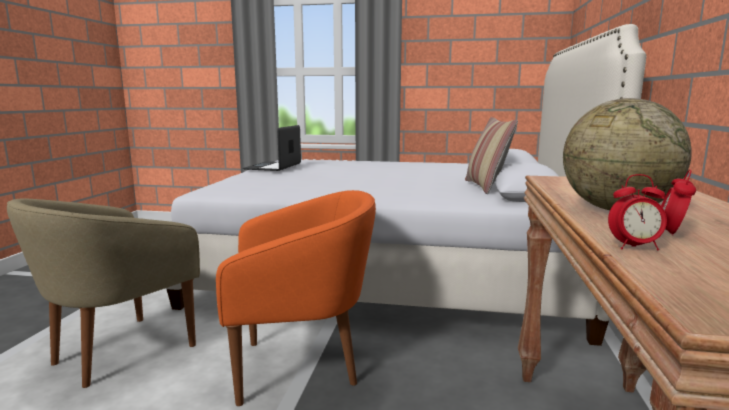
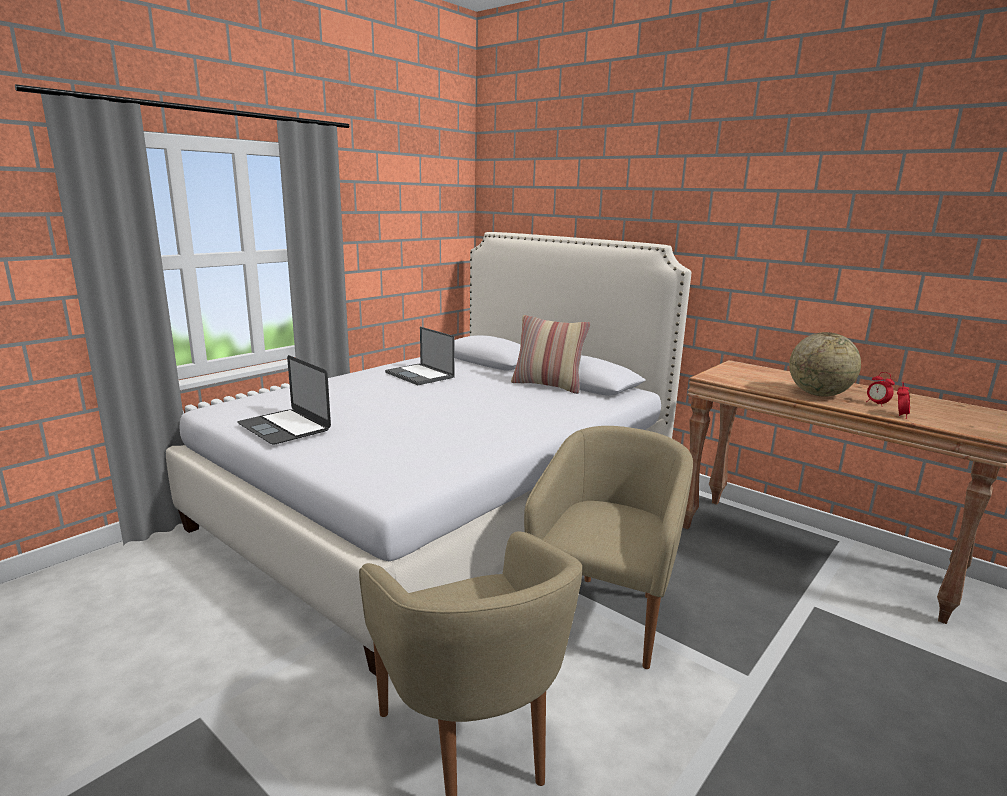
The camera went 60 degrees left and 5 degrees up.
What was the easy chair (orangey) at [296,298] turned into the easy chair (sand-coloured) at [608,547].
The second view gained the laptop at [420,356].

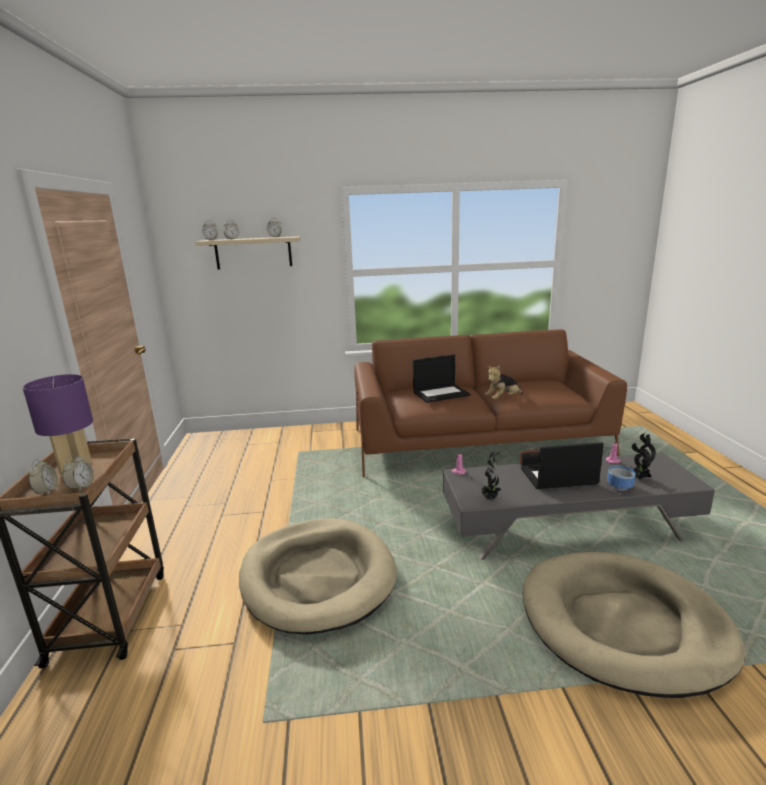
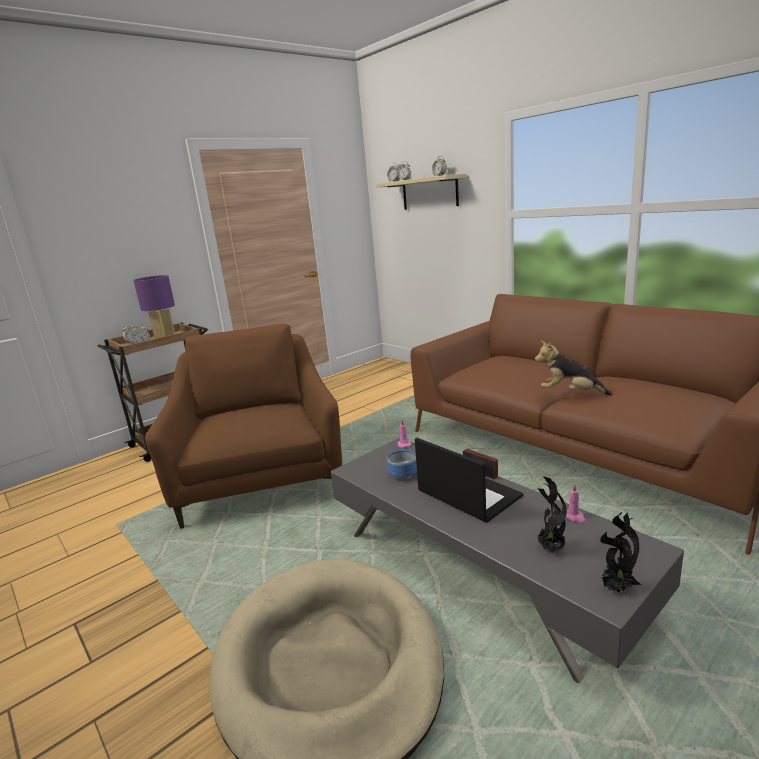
The camera went 55 degrees right and 0 degrees up.
Where the dog bed (sand-coloured) stood at [318,576], the easy chair (brown) came to stand at [243,426].
The second view lost the laptop at [441,378].
The houseplant ended up elsewhere, having gone from [491,476] to [620,552].
The deep dish ended up elsewhere, having gone from [621,478] to [402,465].

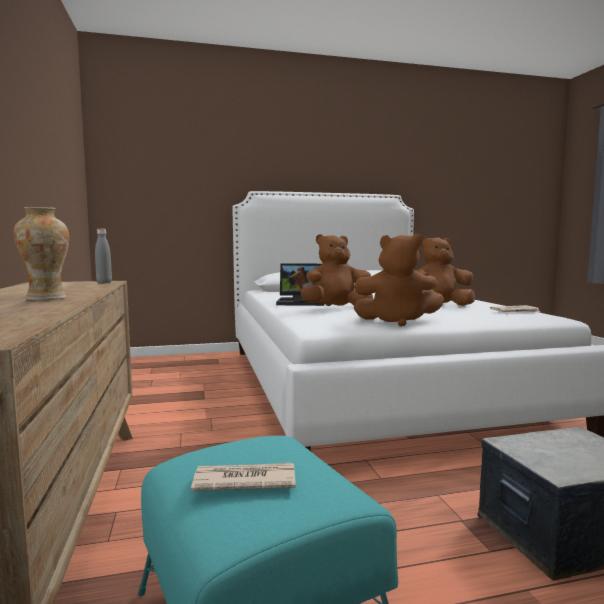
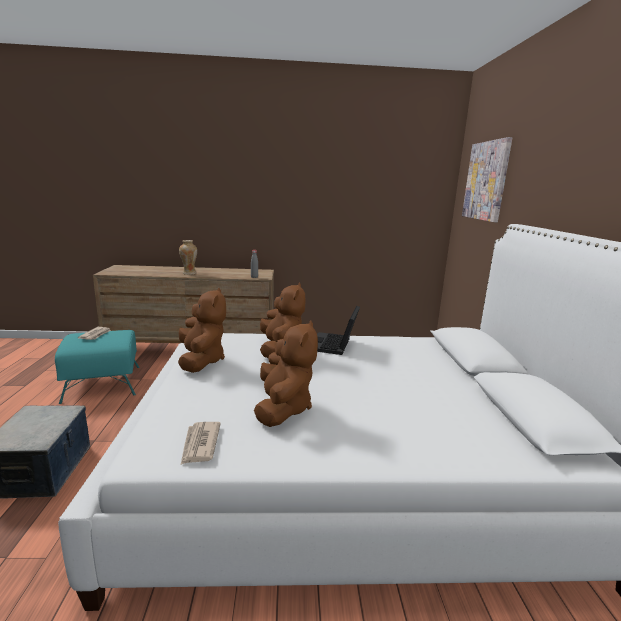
The camera went 100 degrees right and 10 degrees up.
The cuddly toy (brown) at [399,279] ended up facing another way, 150 degrees clockwise from before.
The second view gained the picture at [487,179].

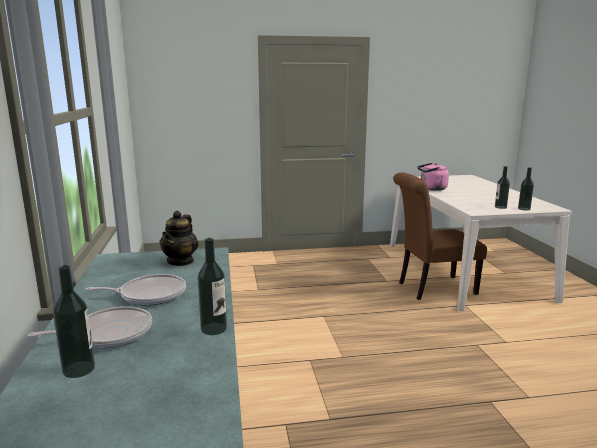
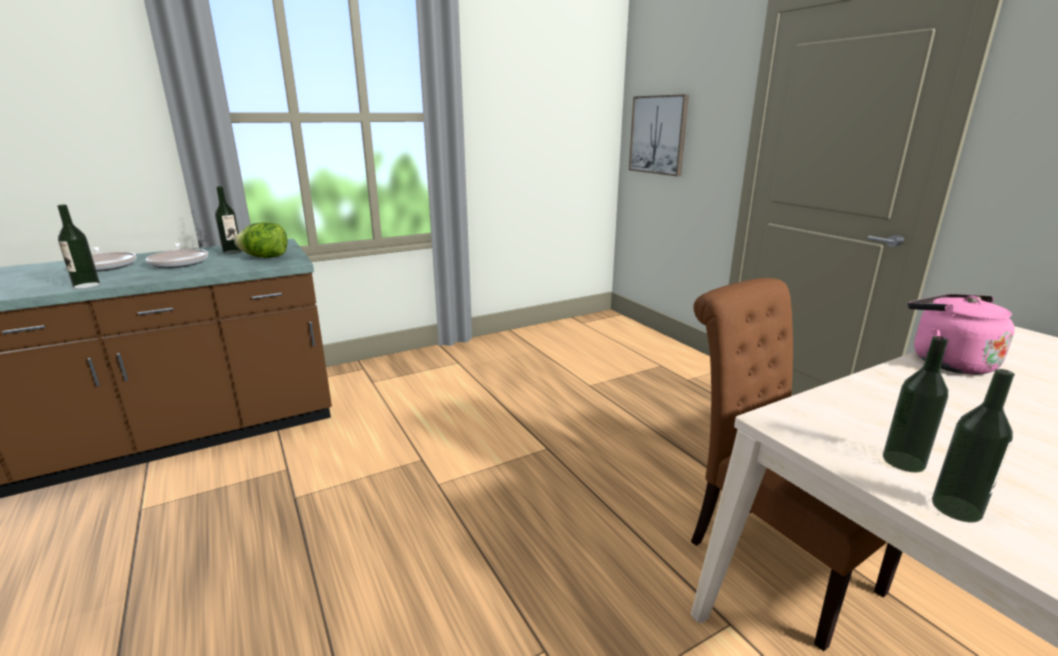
The camera went 70 degrees right and 5 degrees up.
The beverage bottle ended up elsewhere, having gone from [74,321] to [228,220].
Where the pot for tea stood at [179,238], the head of lettuce came to stand at [260,240].
The second view gained the picture at [659,135].

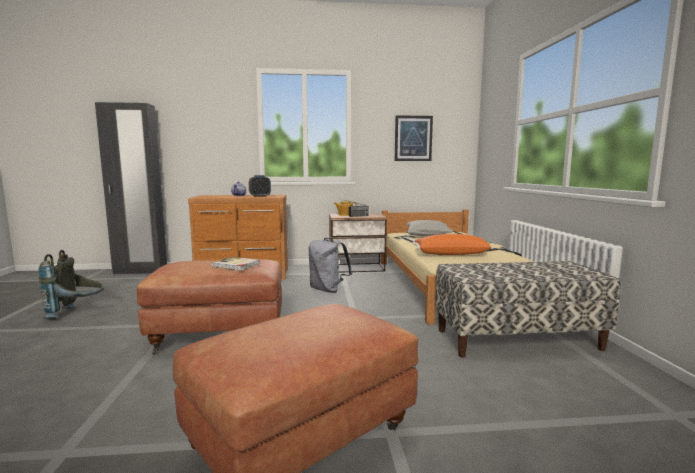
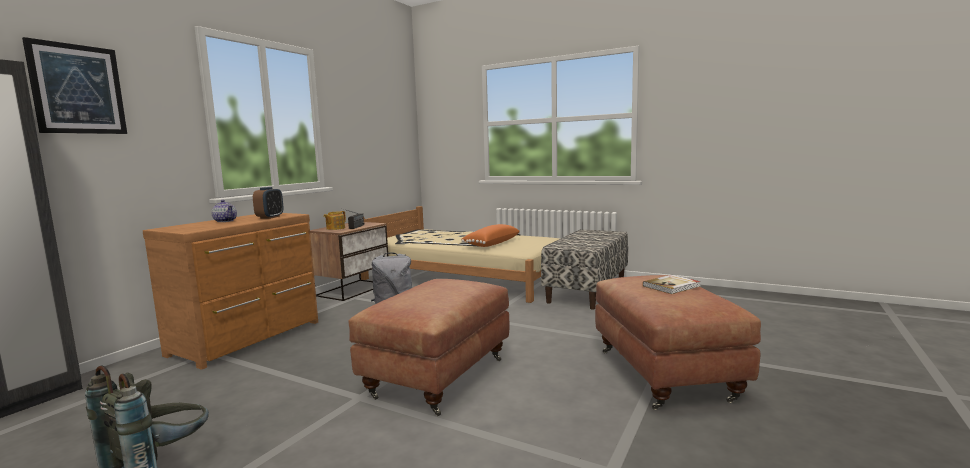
The camera went 55 degrees left and 0 degrees up.
The book ended up elsewhere, having gone from [235,263] to [671,284].
The picture ended up elsewhere, having gone from [414,138] to [74,85].
The second view lost the throw pillow (gray) at [429,228].

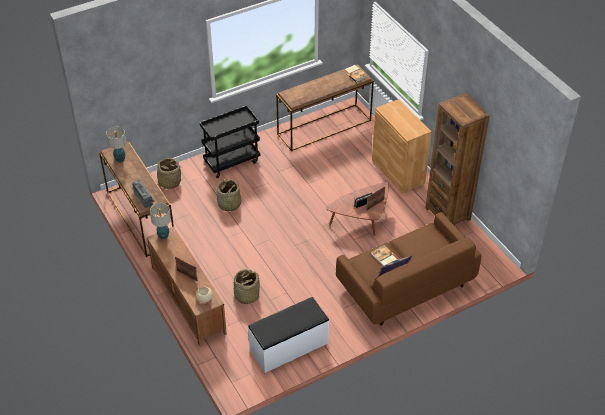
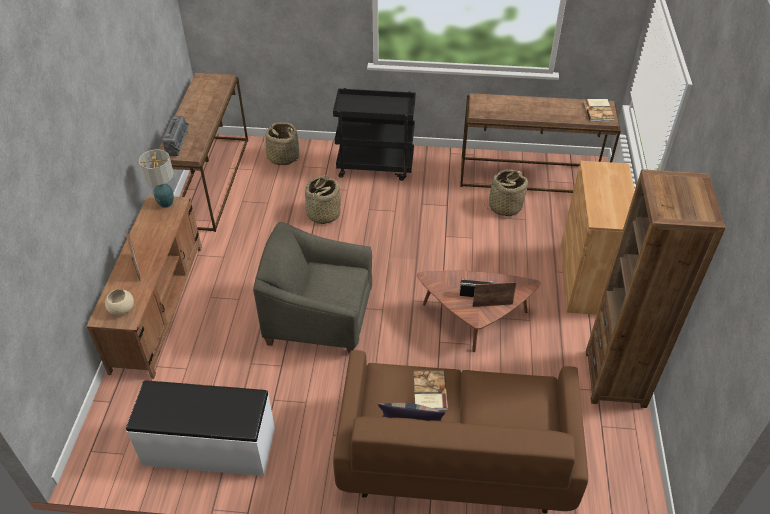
The camera went 35 degrees right and 0 degrees up.
The second view lost the tabletop lamp at [116,144].
The basket ended up elsewhere, having gone from [247,286] to [505,192].
The second view gained the easy chair (gray) at [312,287].

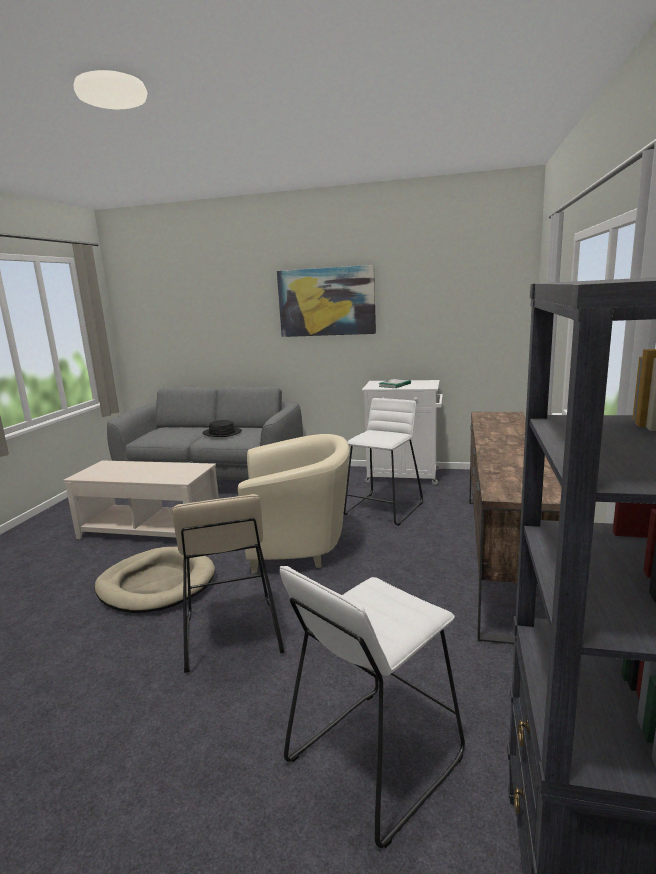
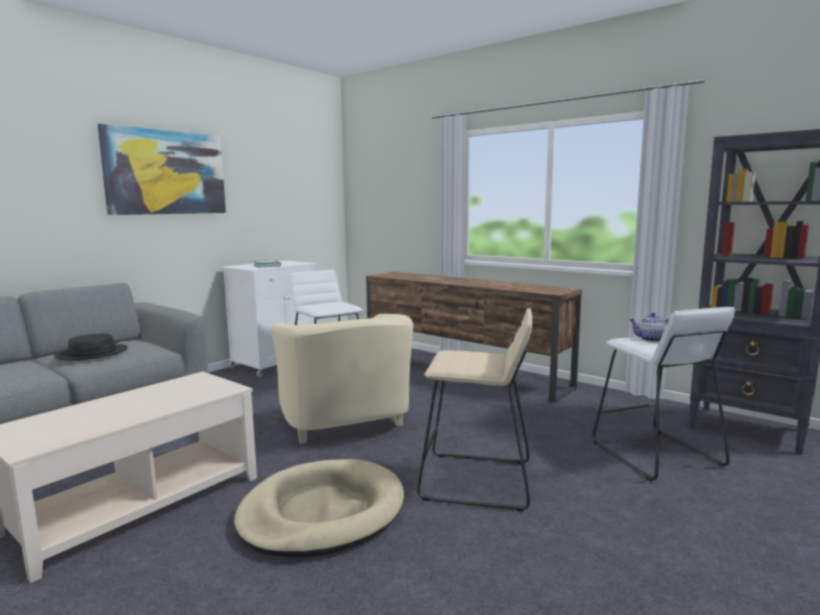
The camera went 65 degrees left and 5 degrees down.
The easy chair (sand-coloured) at [293,503] ended up facing another way, 135 degrees clockwise from before.
The second view gained the pot for tea at [650,327].

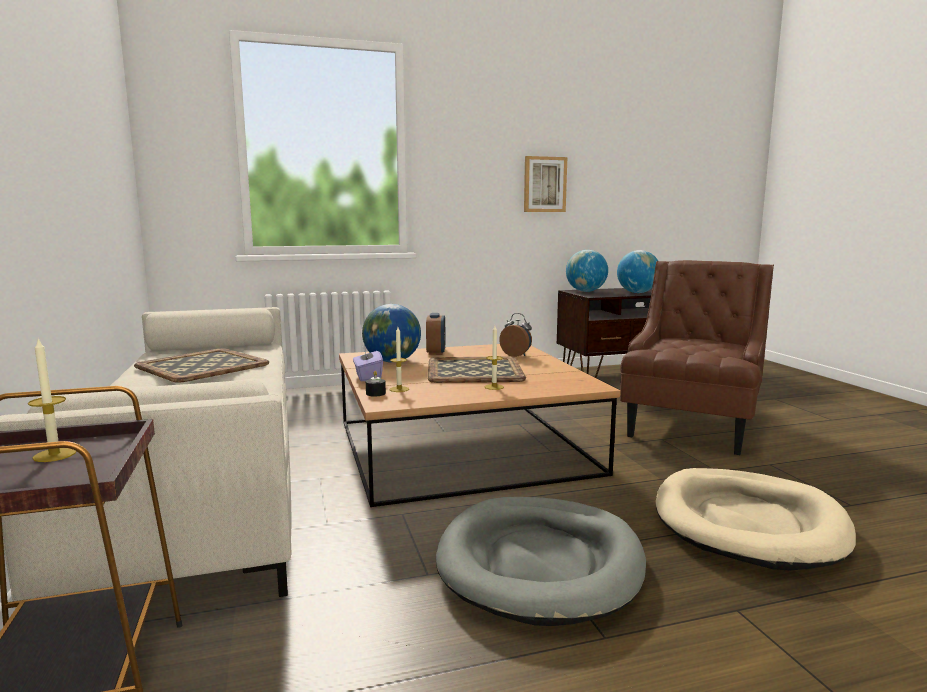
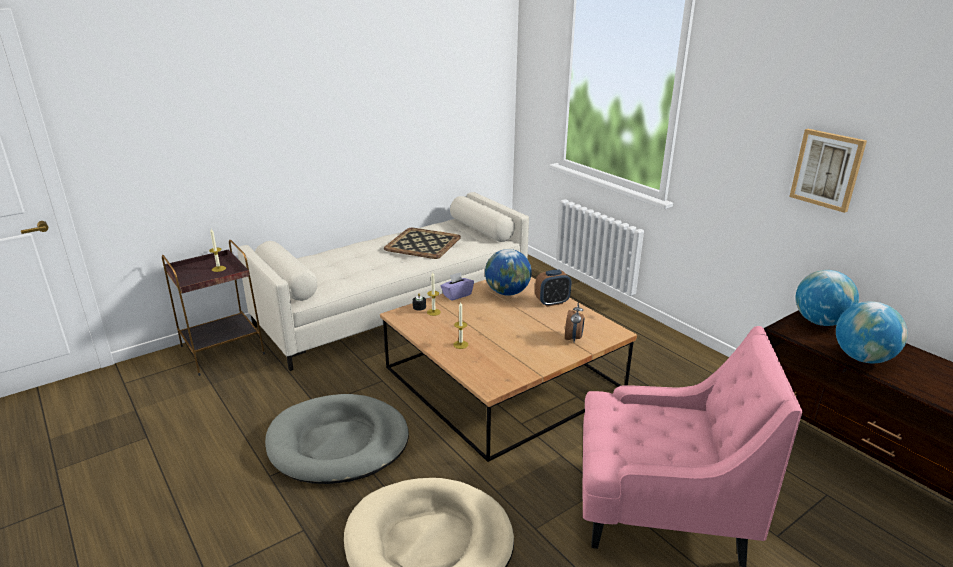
The camera went 70 degrees right and 15 degrees up.
The second view lost the carrying tray at [477,369].
What was the easy chair (brown) at [697,357] turned into the easy chair (pink-coloured) at [692,446].

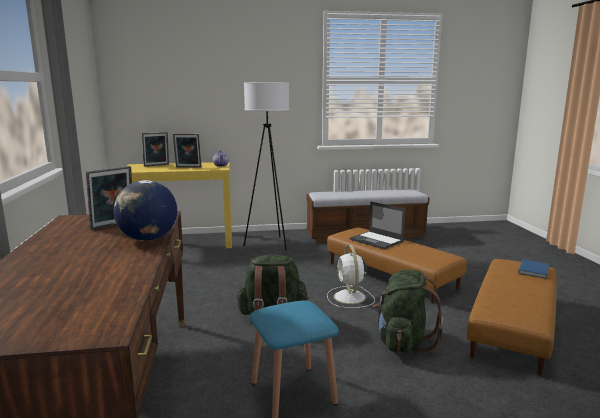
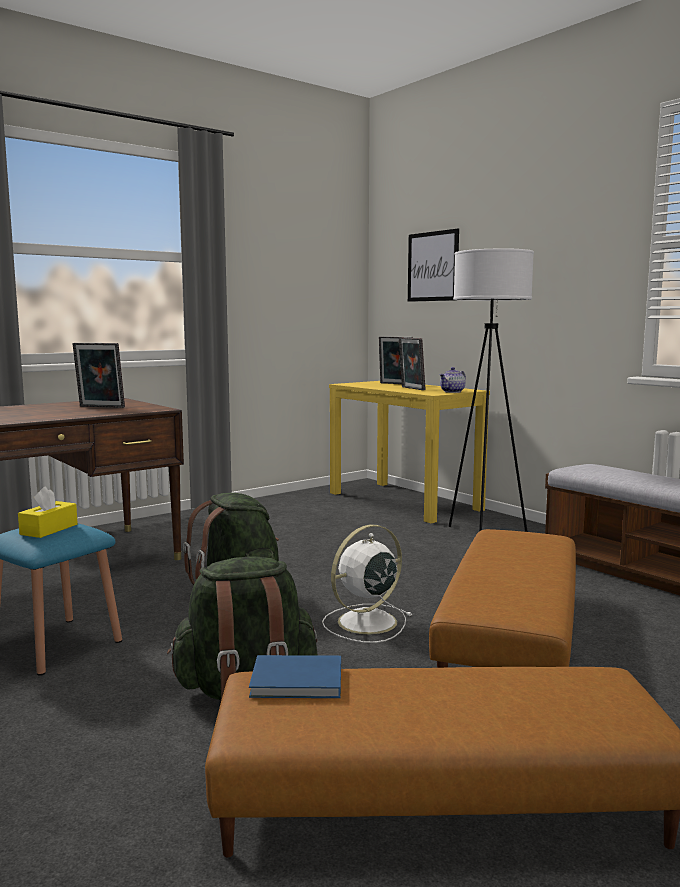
The camera went 60 degrees right and 5 degrees down.
The second view lost the world globe at [145,210].
The second view lost the laptop at [378,225].
The book (blue) ended up elsewhere, having gone from [533,269] to [295,676].
The second view gained the box of tissues (yellowish) at [48,512].
The second view gained the picture at [433,265].

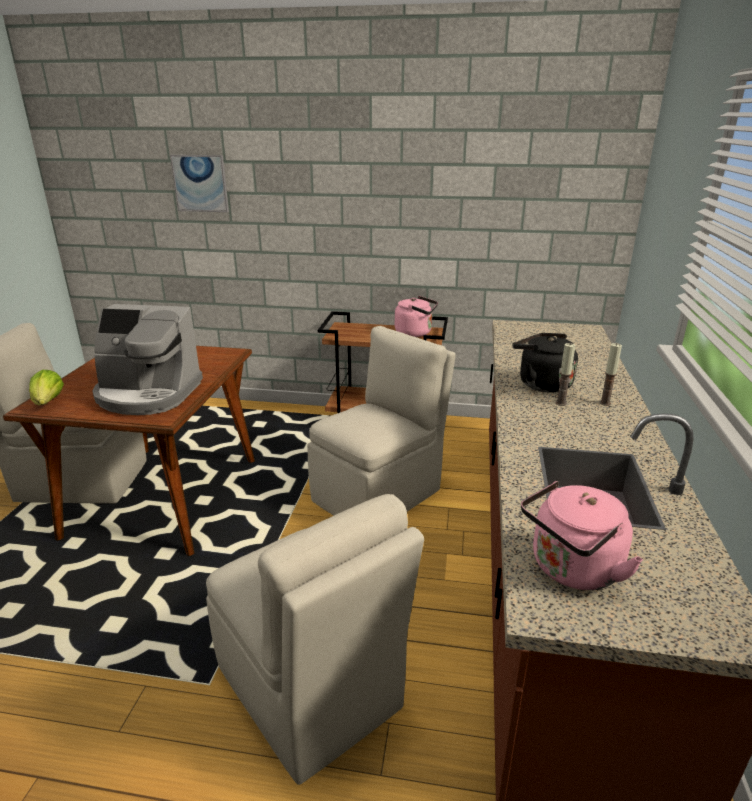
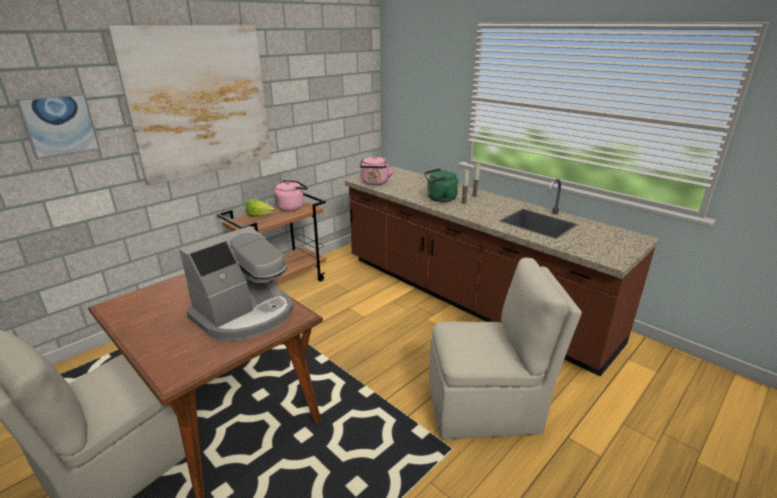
The camera went 55 degrees left and 0 degrees up.
The head of lettuce ended up elsewhere, having gone from [46,387] to [260,208].
The second view lost the upright chair (sand-coloured) at [381,421].
What was the water kettle (blackish) at [545,363] turned into the water kettle (green) at [441,185].
The water kettle (pink-coloured) ended up elsewhere, having gone from [582,535] to [377,170].
The second view gained the picture at [189,105].

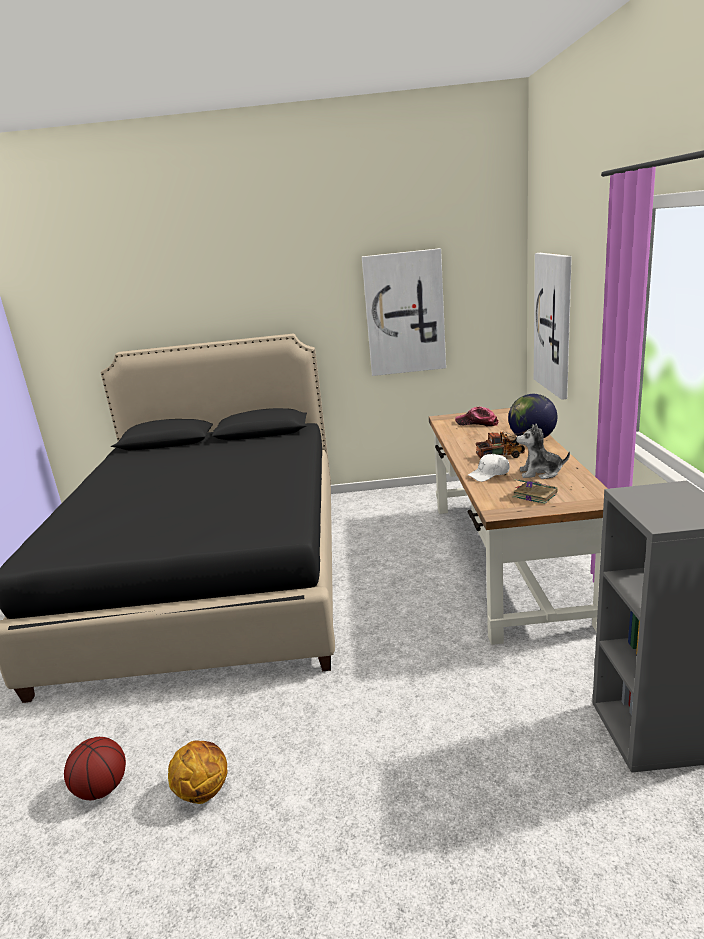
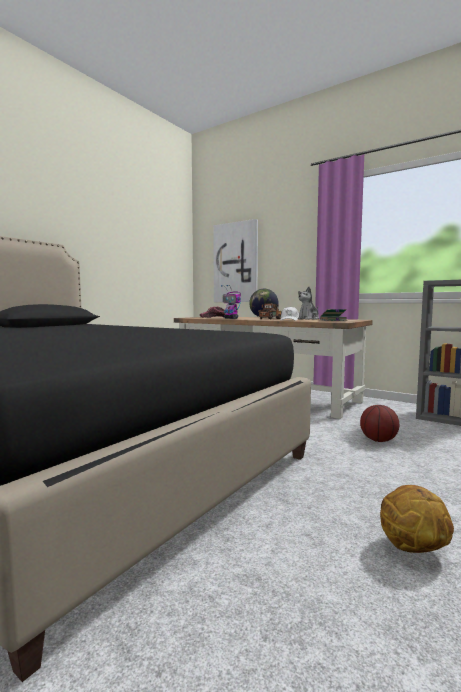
The camera went 55 degrees left and 15 degrees down.
The ball for basketball ended up elsewhere, having gone from [95,768] to [379,423].
The second view lost the picture at [404,312].
The second view gained the robot figure at [231,302].

